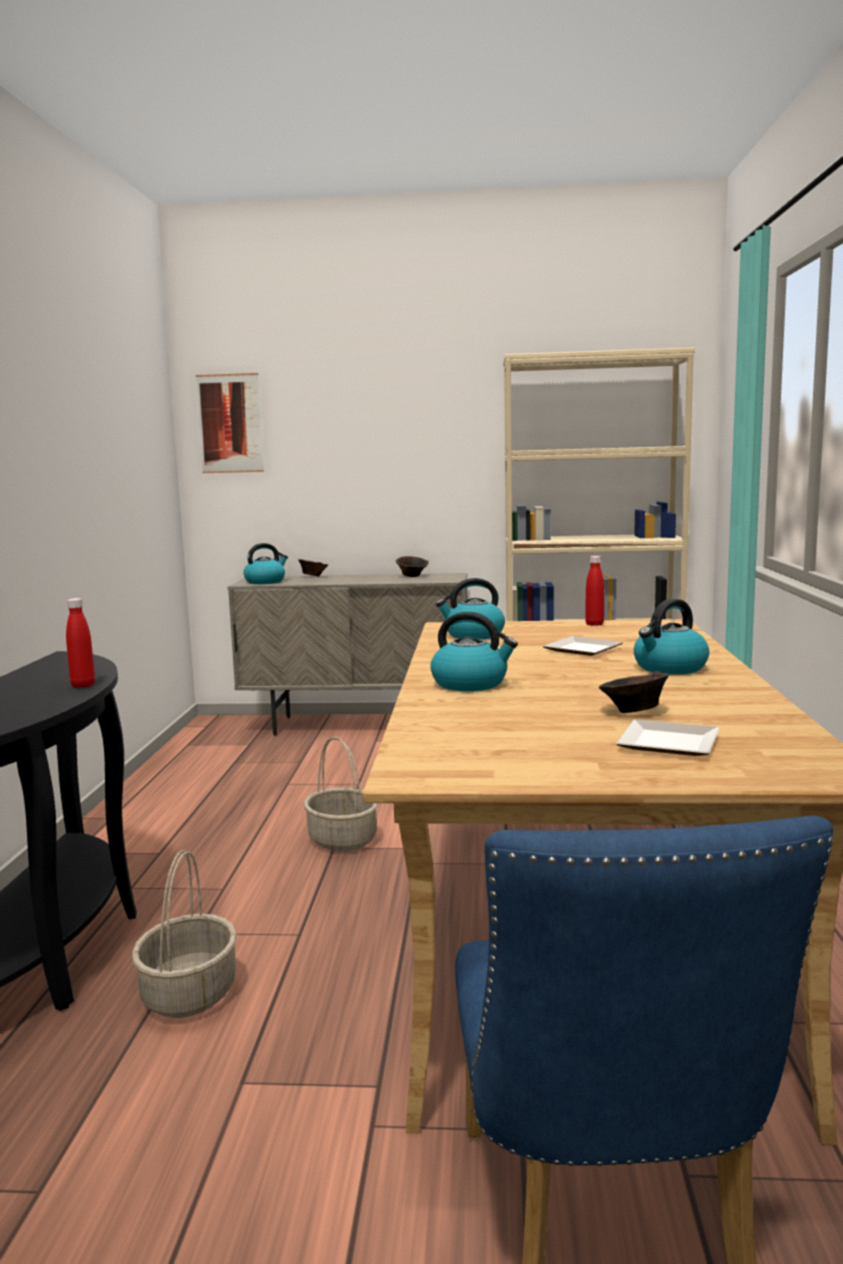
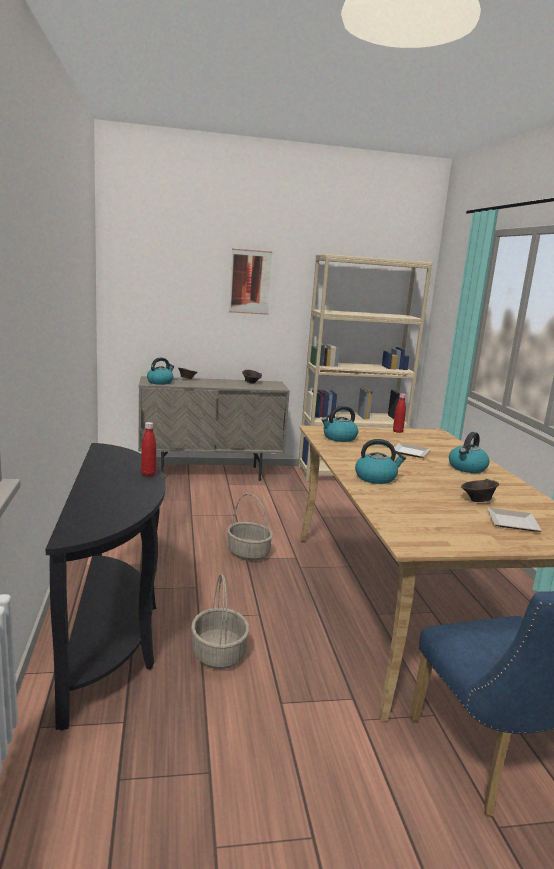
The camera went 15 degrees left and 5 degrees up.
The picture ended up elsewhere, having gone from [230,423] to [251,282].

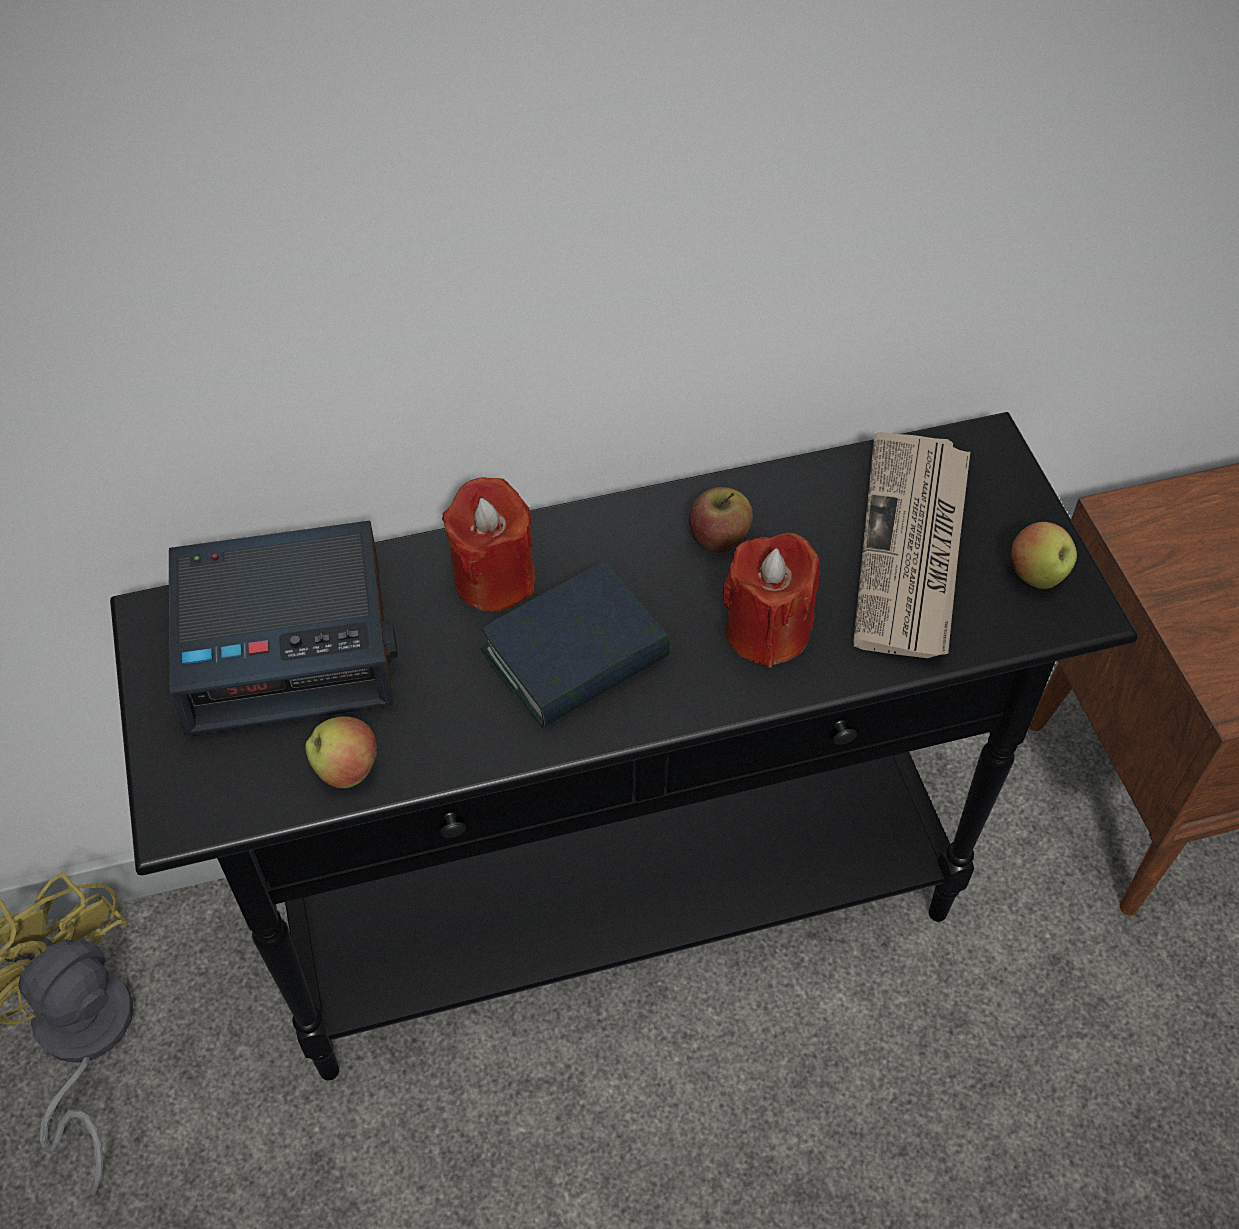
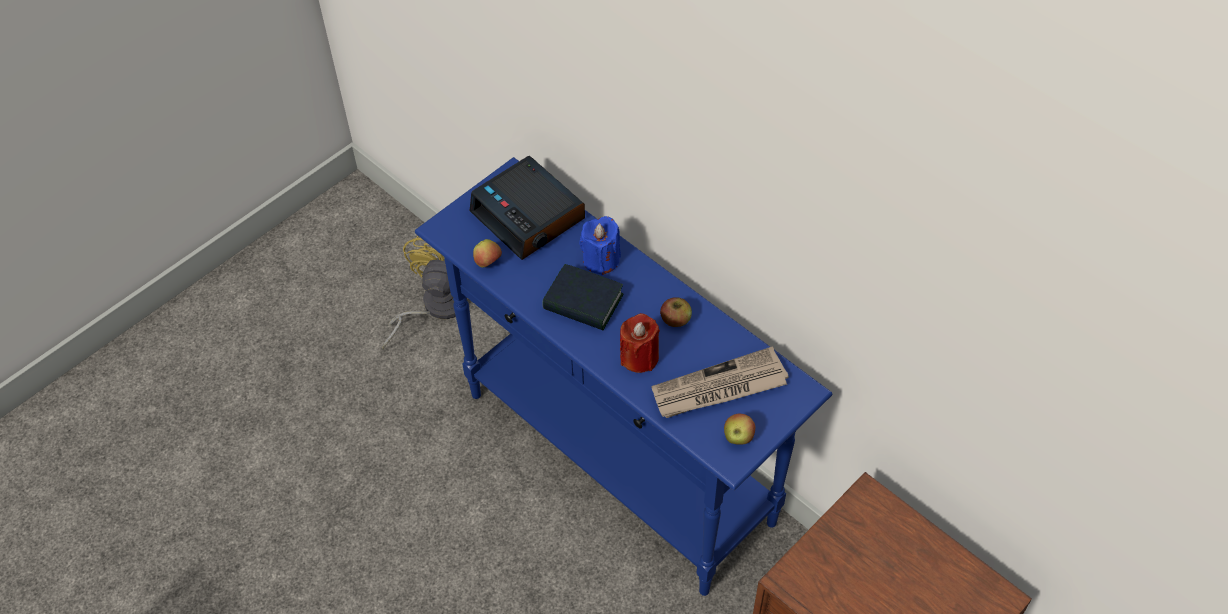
The camera went 60 degrees right and 0 degrees up.
What was the console table (blackish) at [624,746] turned into the console table (blue) at [624,376].
What was the wax light (reddish) at [489,544] turned into the wax light (blue) at [600,245].

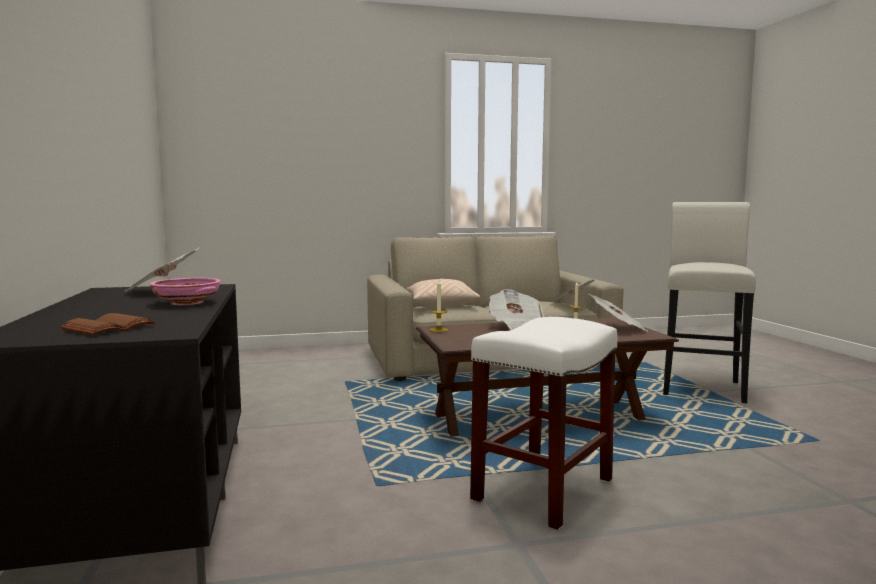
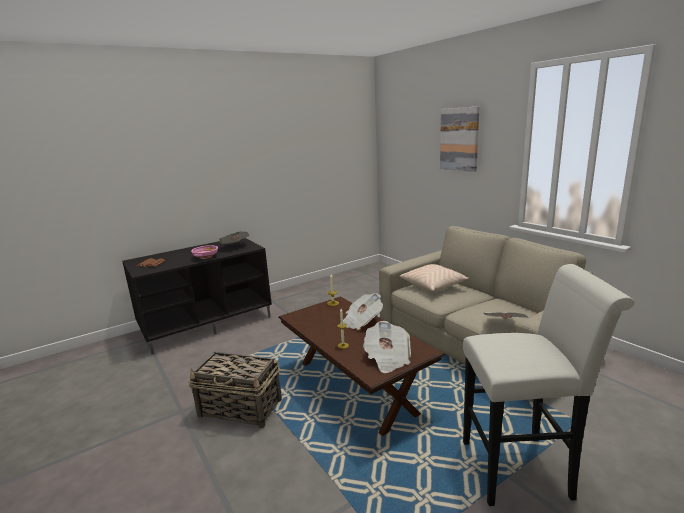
The camera went 70 degrees right and 10 degrees up.
Where the stool (white-coloured) stood at [544,423], the basket came to stand at [235,390].
The second view gained the picture at [460,139].

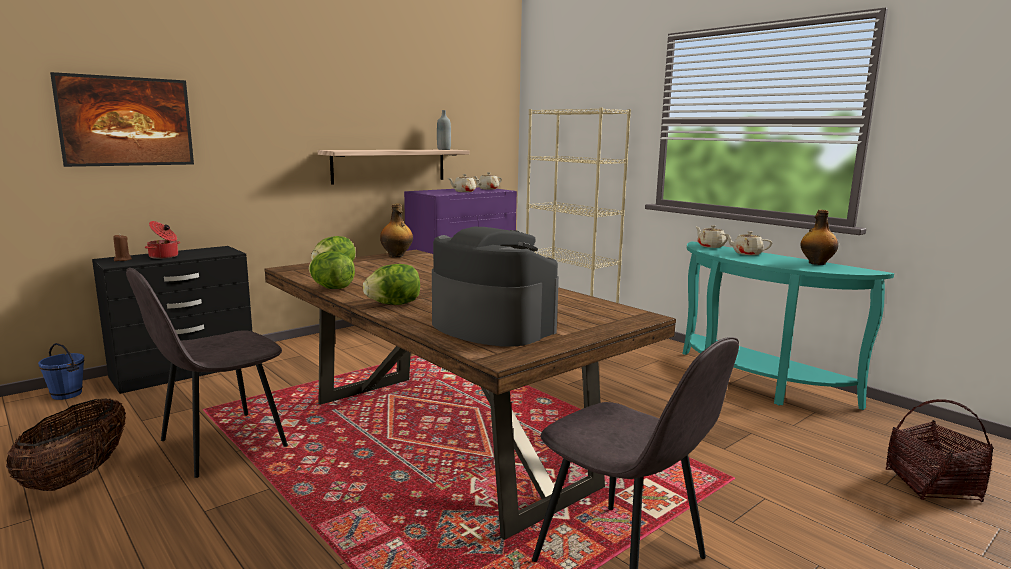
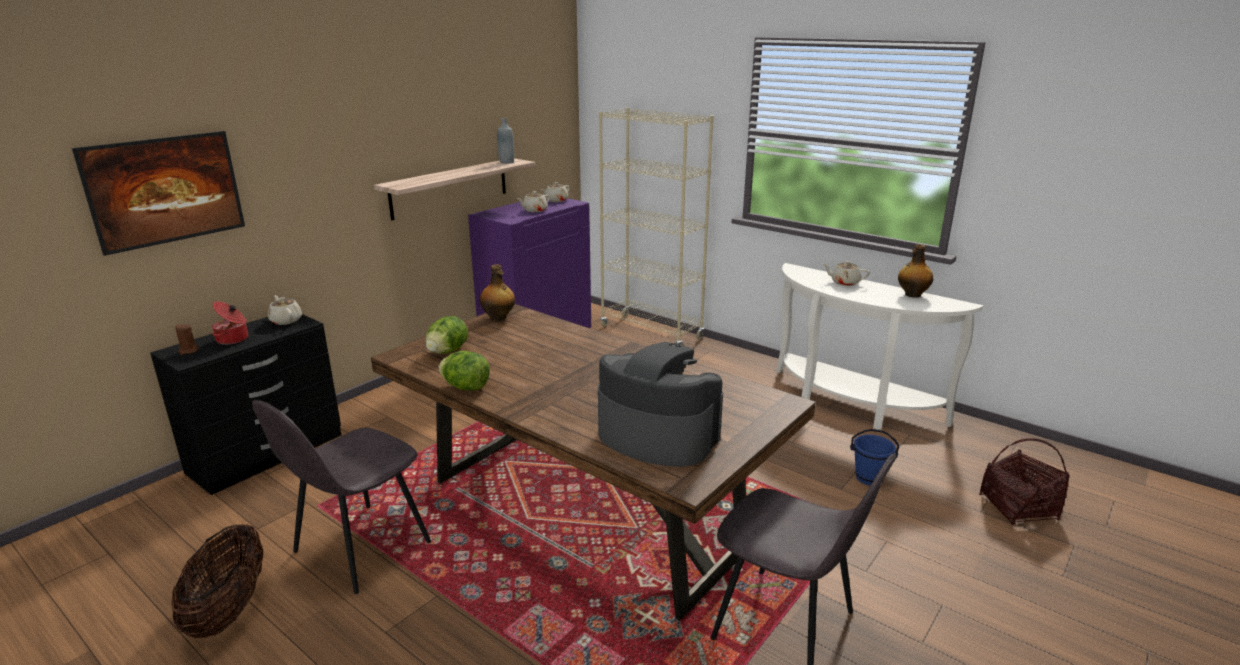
The camera went 10 degrees left and 10 degrees up.
The pail (blue) ended up elsewhere, having gone from [61,371] to [874,457].
The second view lost the head of lettuce at [391,284].
What was the console table (turquoise) at [788,325] turned into the console table (white-coloured) at [880,346].
The pot for tea (sand-coloured) ended up elsewhere, having gone from [712,236] to [285,310].

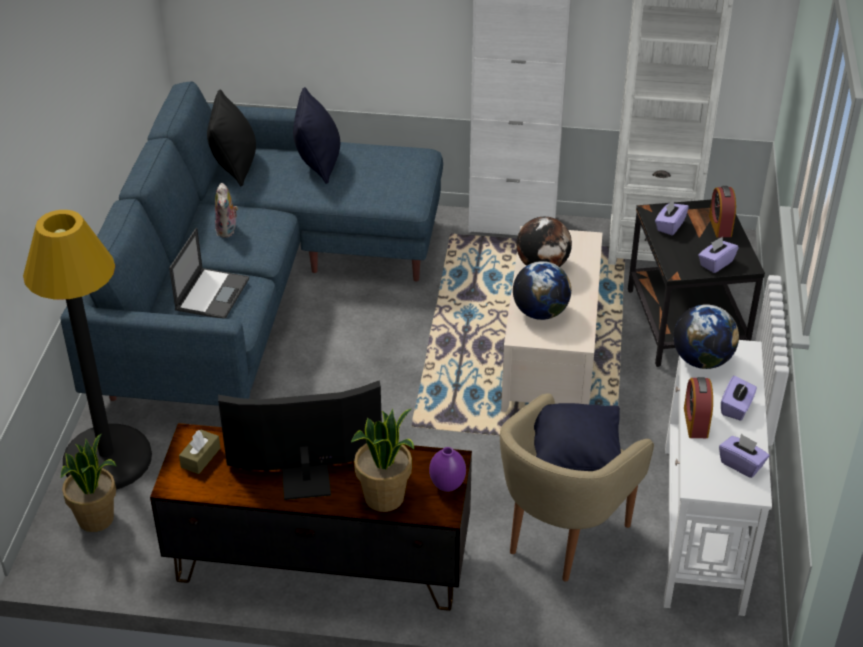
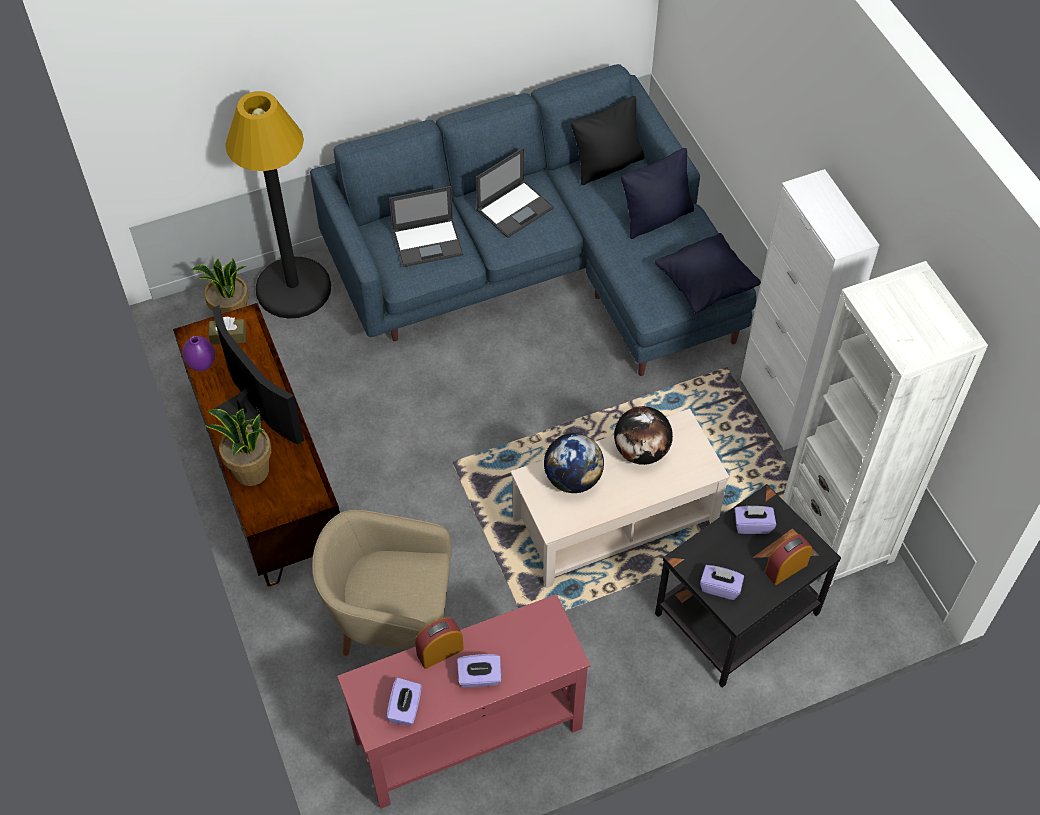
The camera went 60 degrees right and 15 degrees up.
Where the cuddly toy stood at [226,210], the laptop came to stand at [515,193].
The flower vase (purplish) ended up elsewhere, having gone from [447,469] to [199,353].
The throw pillow (blackish) ended up elsewhere, having gone from [577,437] to [708,273].
What was the console table (white-coloured) at [718,478] turned into the console table (reddish) at [463,701].
The second view lost the world globe at [706,336].

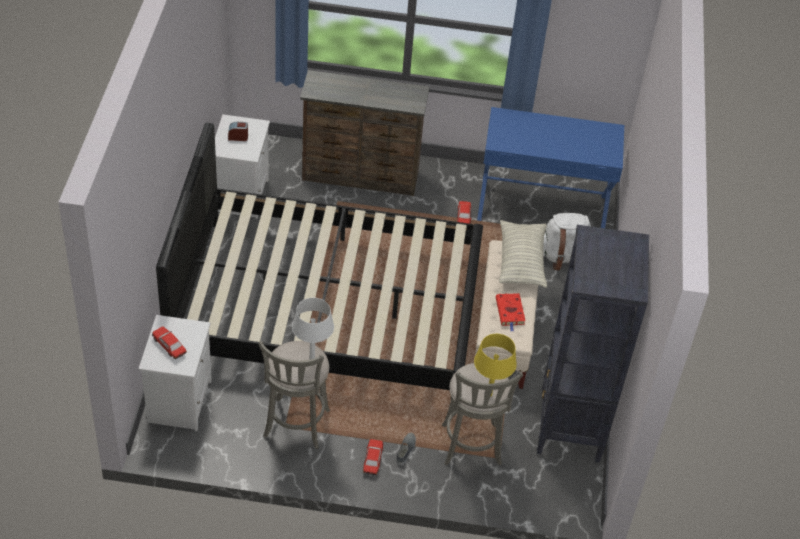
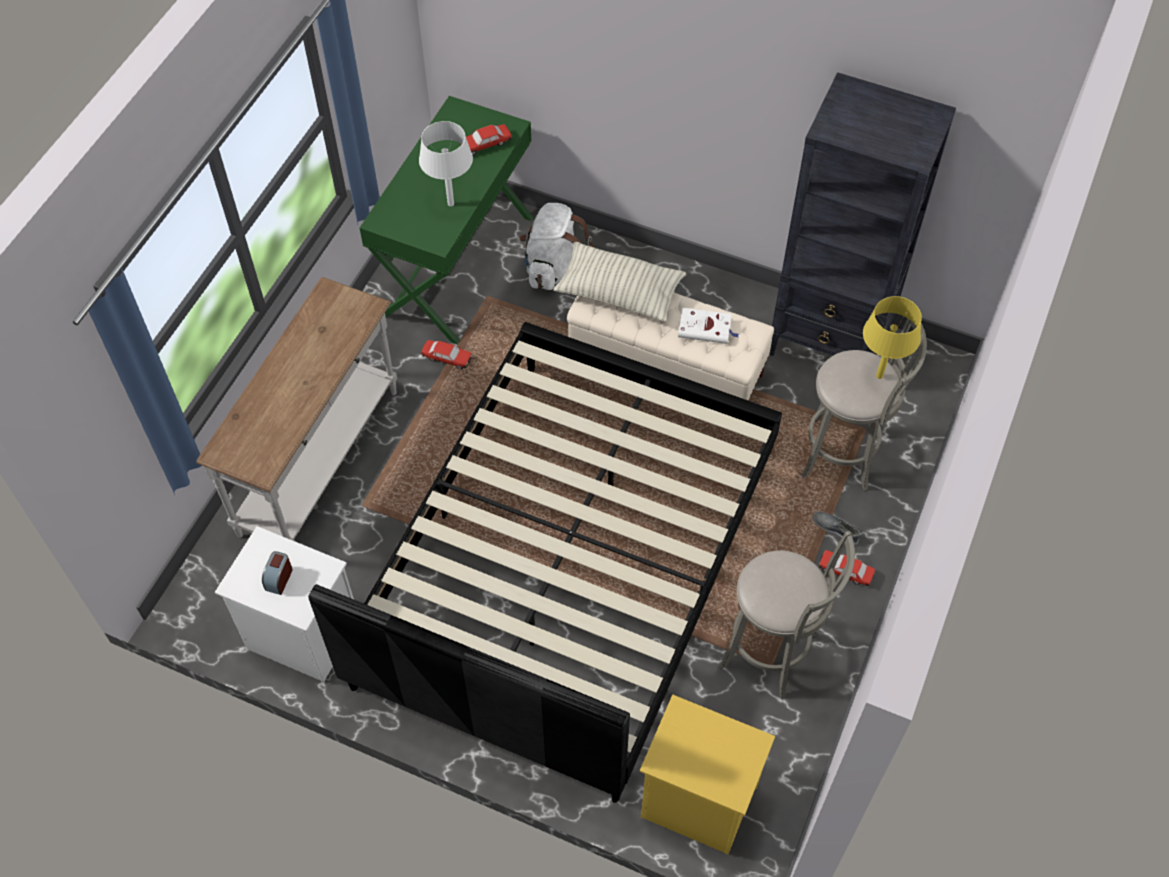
The camera went 70 degrees left and 10 degrees up.
What was the nightstand (white-coloured) at [175,373] turned into the nightstand (yellowish) at [707,774].
The model car ended up elsewhere, having gone from [169,342] to [486,140].
The tabletop lamp (white-coloured) ended up elsewhere, having gone from [313,328] to [446,163].
Where the dresser (brown) stood at [364,133], the console table (white-coloured) came to stand at [296,409].
What was the desk unit (blue) at [550,167] turned into the desk unit (green) at [447,220].
What was the book (reddish) at [510,312] turned into the book (white-coloured) at [708,326].

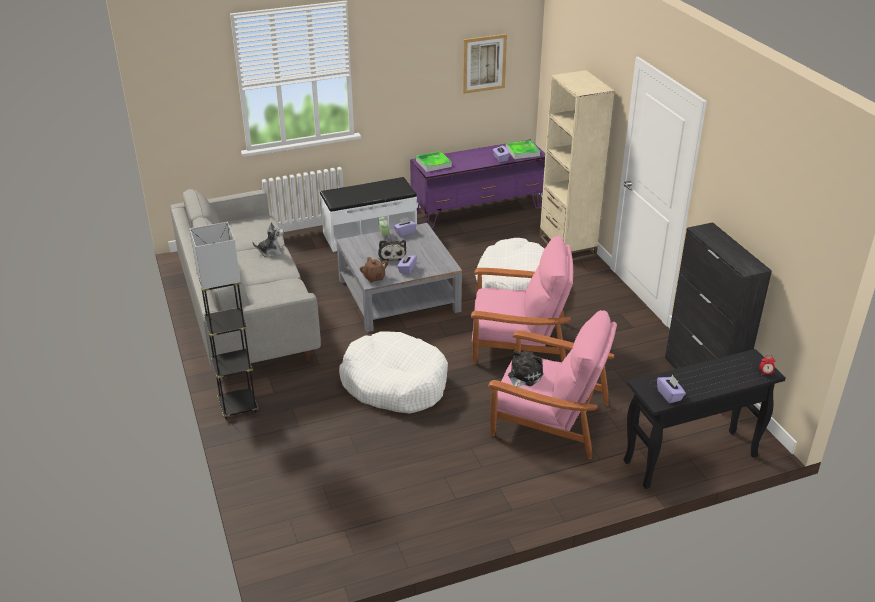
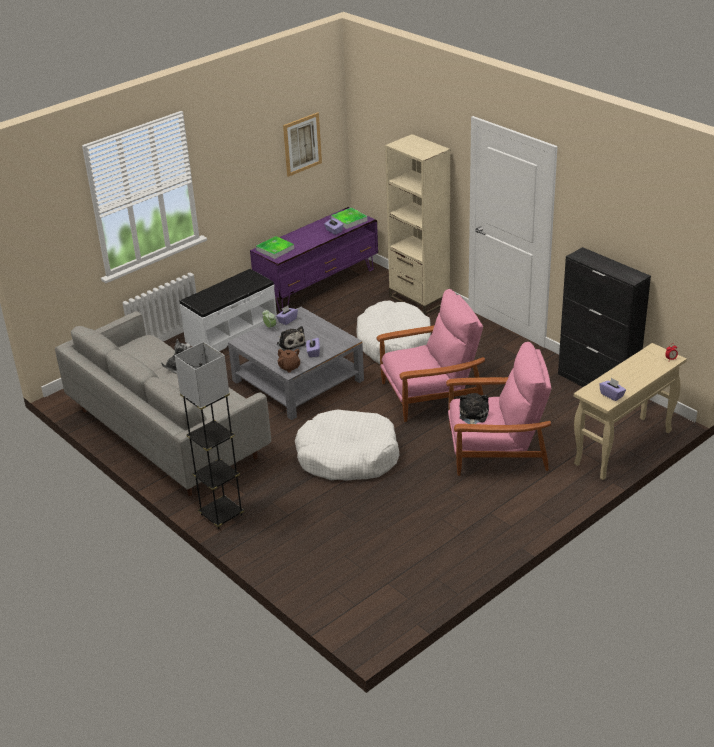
The camera went 20 degrees left and 0 degrees up.
What was the console table (blackish) at [704,419] turned into the console table (sand-coloured) at [630,411].

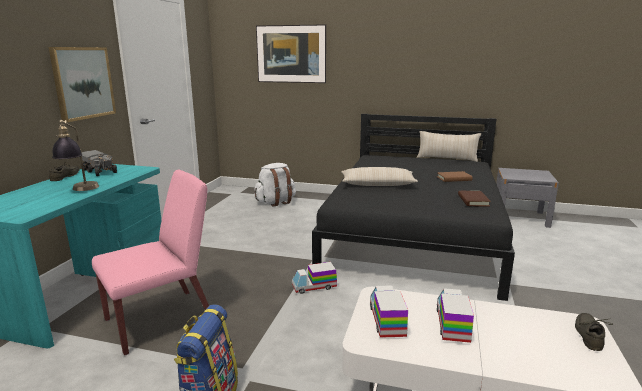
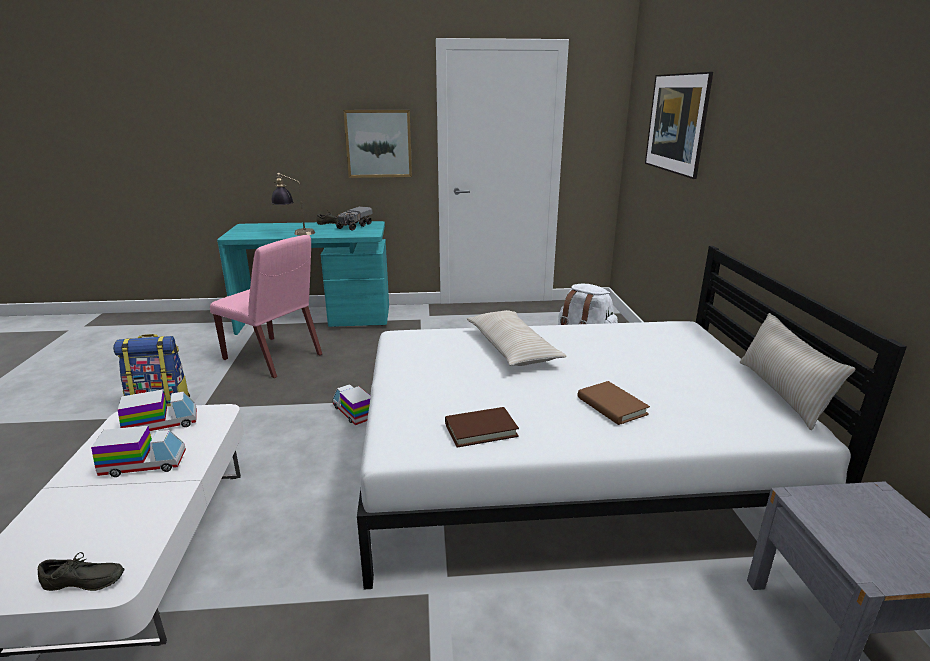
The camera went 70 degrees right and 5 degrees up.
What was the bed (blackish) at [413,207] turned into the bed (white-coloured) at [632,418].

